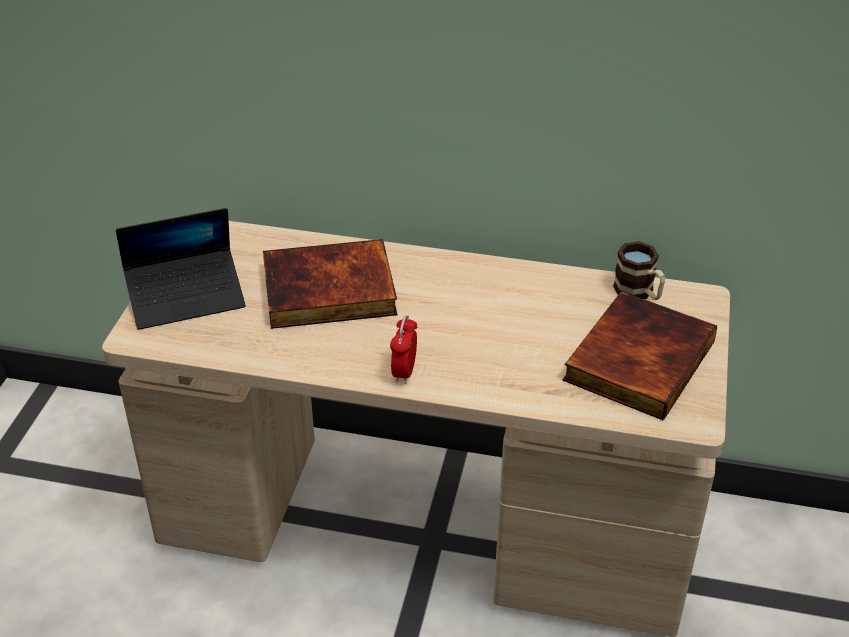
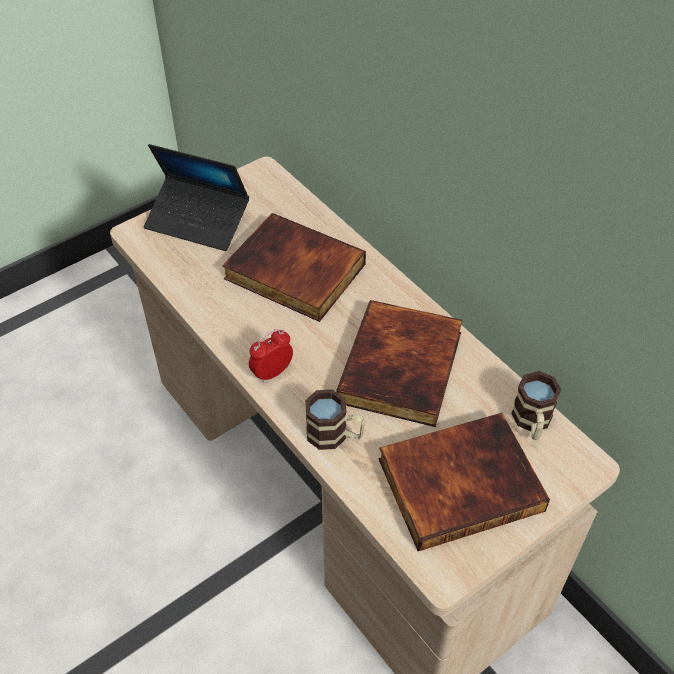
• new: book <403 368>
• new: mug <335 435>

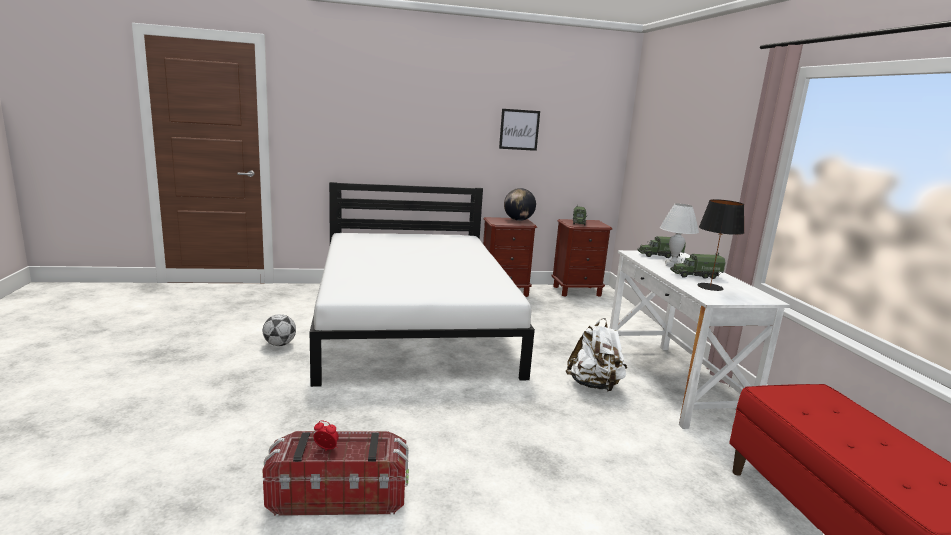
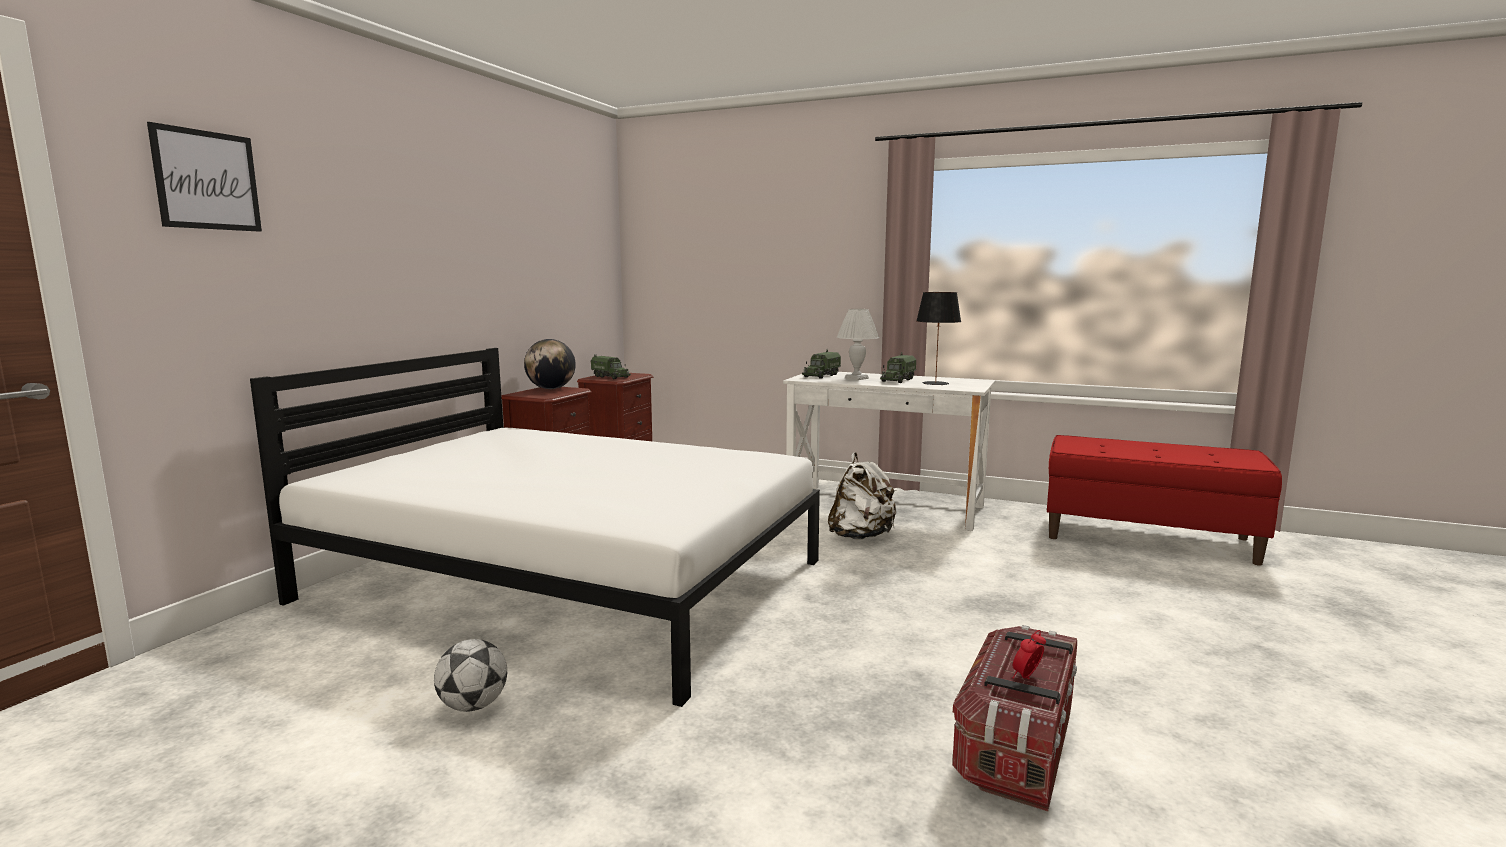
• shifted: picture <519 129> to <207 180>

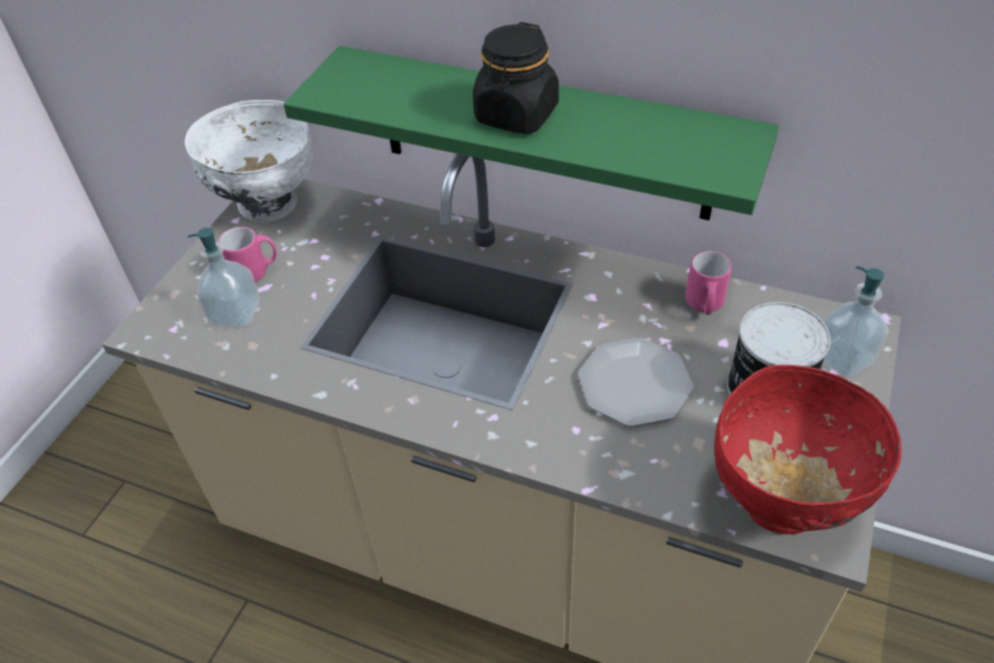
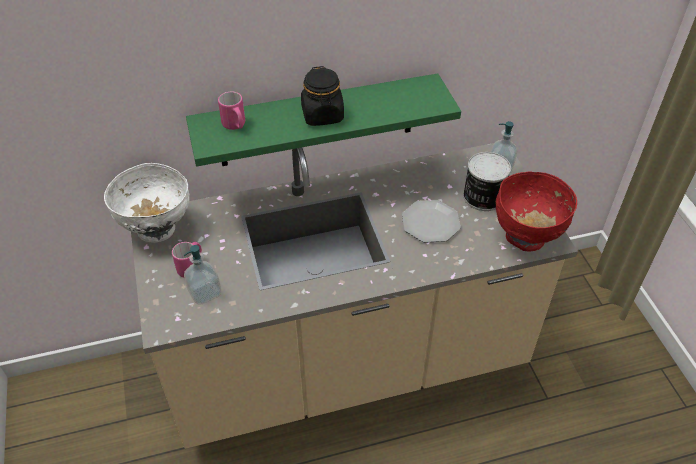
• shifted: mug in pink <705 306> to <235 126>

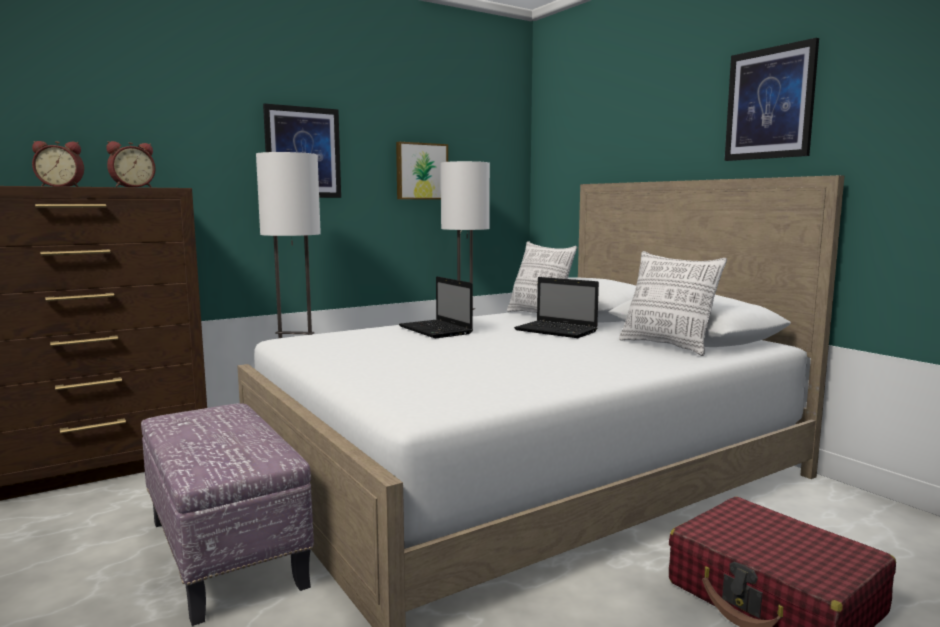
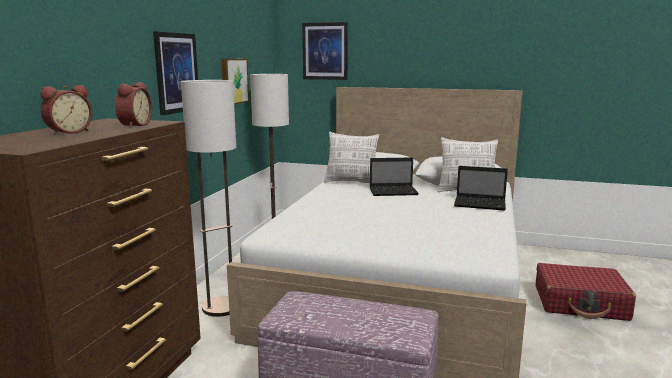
• shifted: picture <770 103> to <325 51>
• shifted: laptop <436 330> to <481 204>

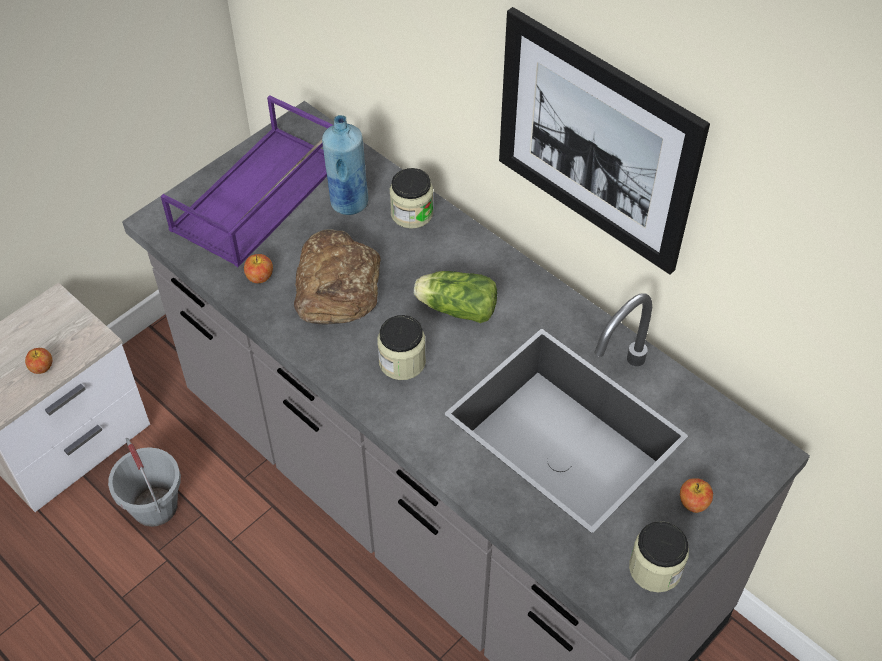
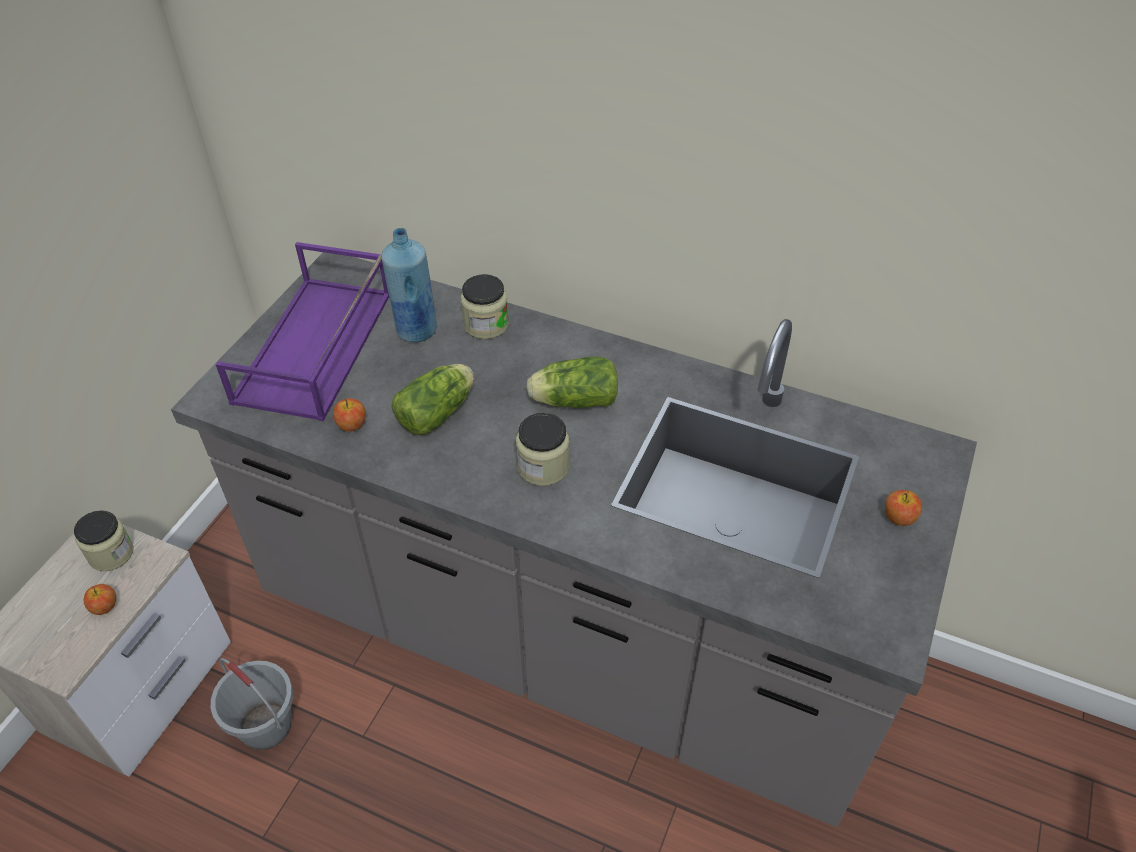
• gone: picture <595 142>
• swapped: bread <336 286> to lettuce <439 412>
• shifted: jar <655 568> to <111 553>

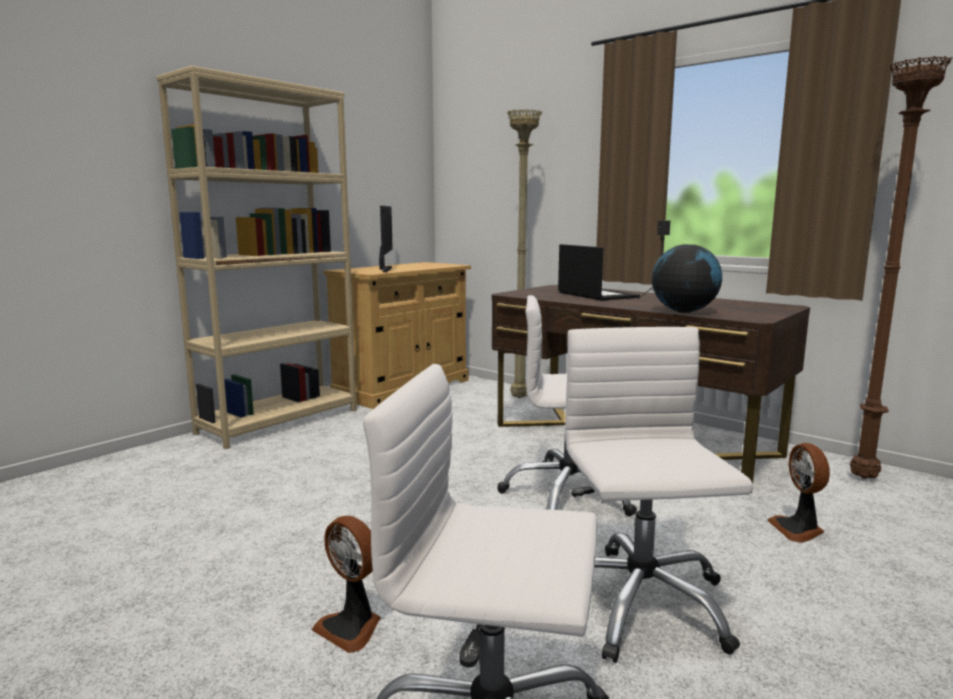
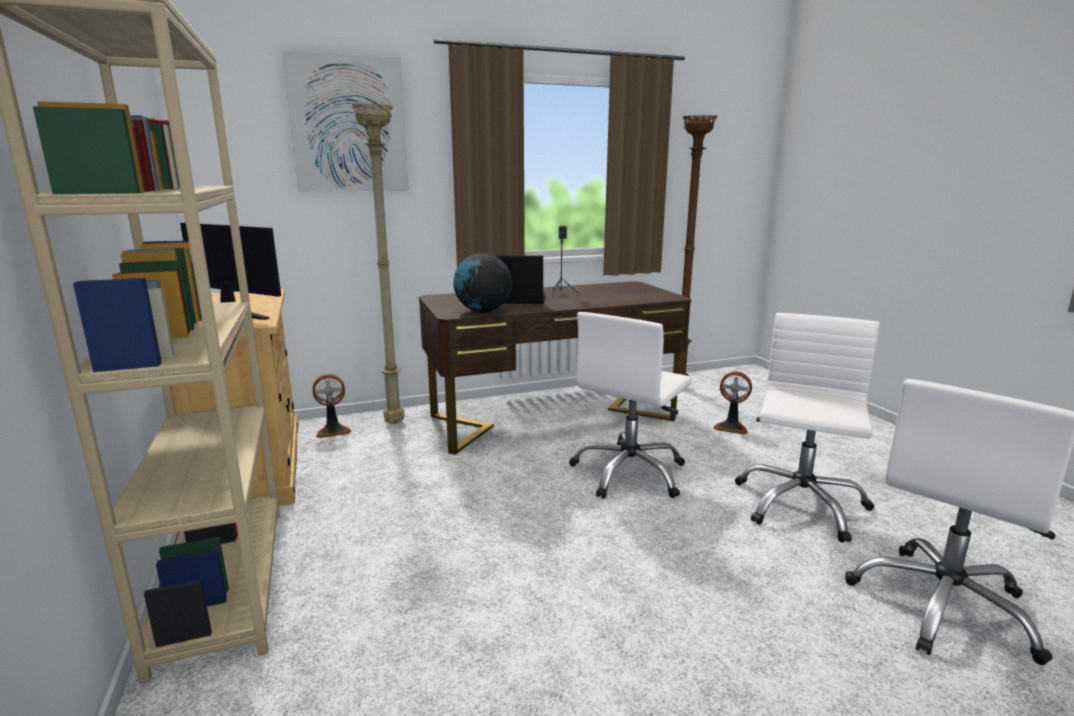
• shifted: globe <684 311> to <483 311>
• rotated: office chair in white <638 603> = <799 504> 90 degrees clockwise
• shifted: fan <351 627> to <333 430>
• new: picture <349 124>

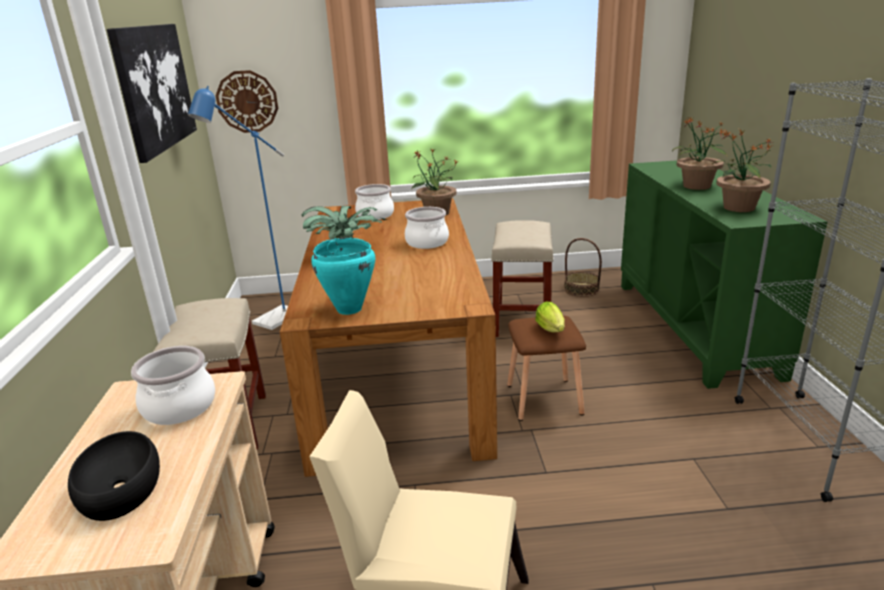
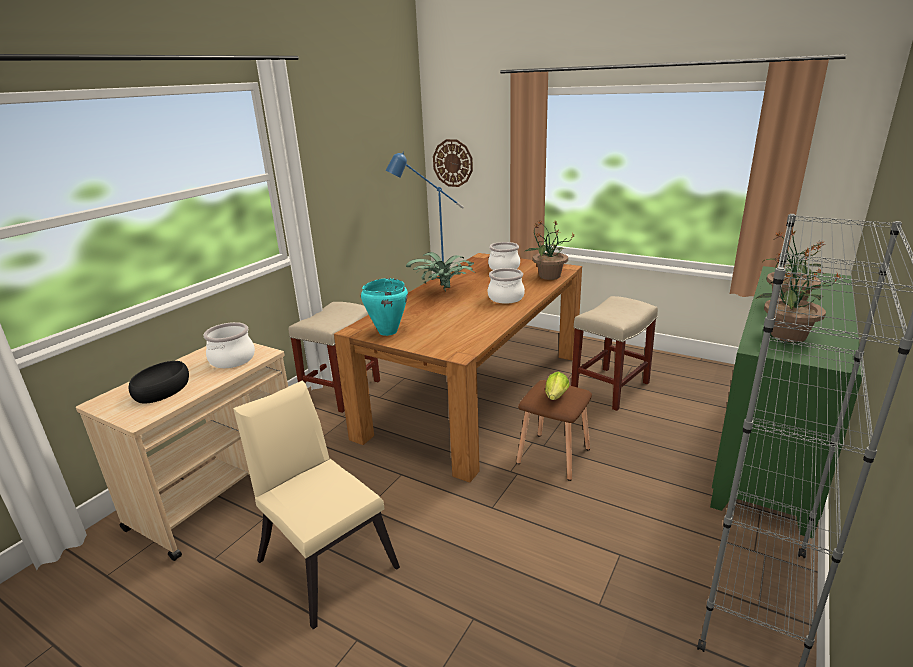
• gone: picture <155 87>
• gone: basket <581 289>

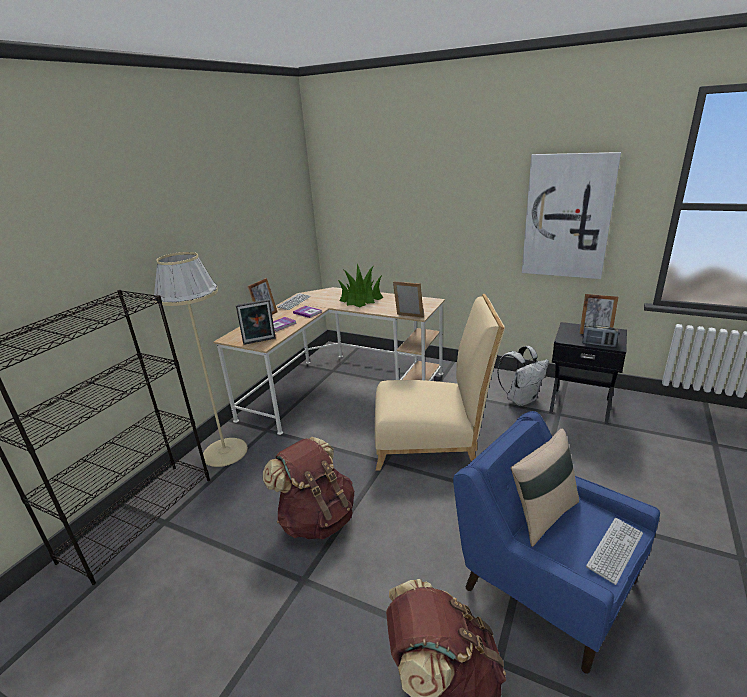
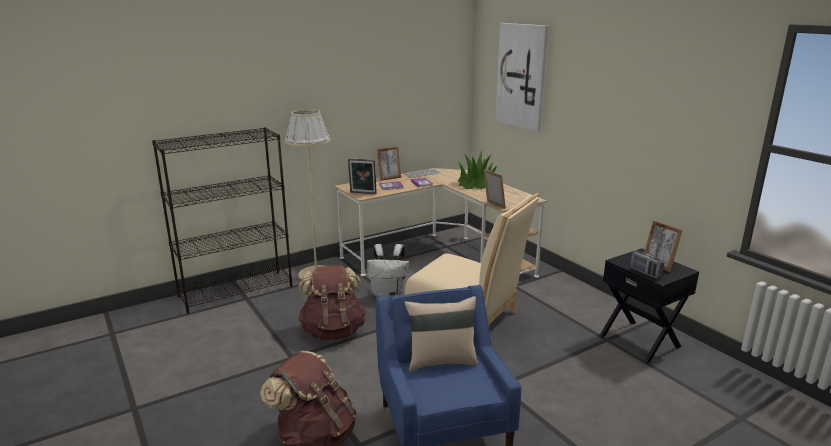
• shifted: picture <567 217> to <522 76>
• shifted: backpack in white <521 399> to <388 294>
• gone: keyboard <615 550>

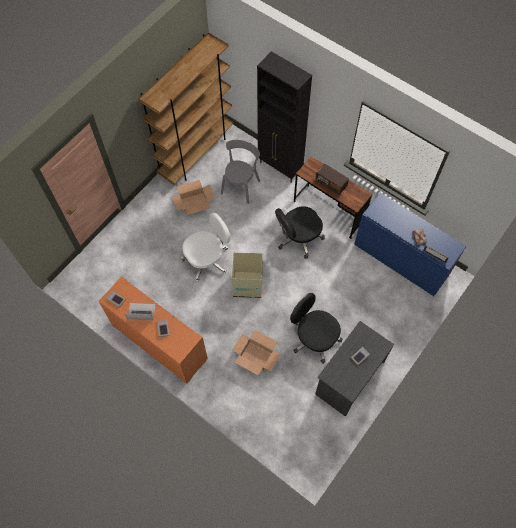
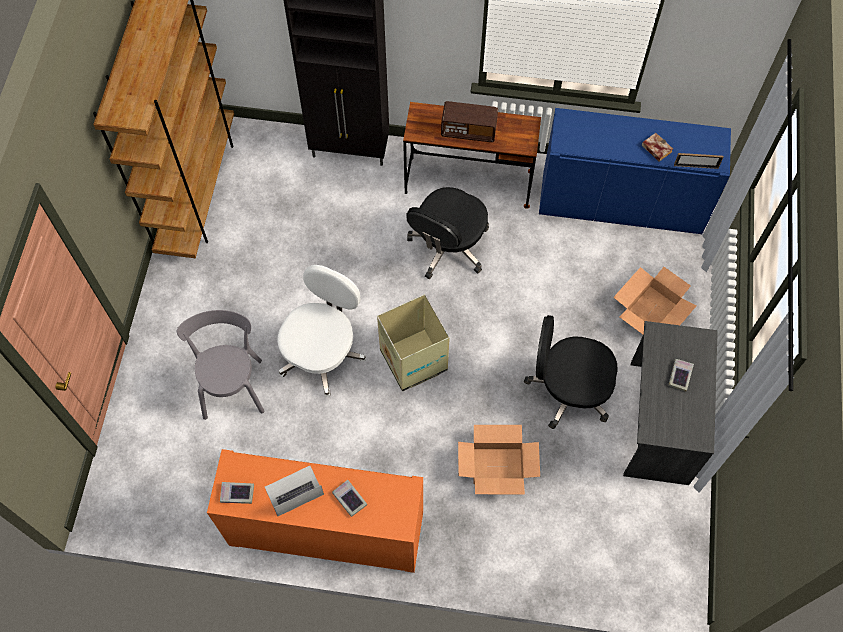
• shifted: chair in grey <241 185> to <232 385>
• shifted: cardboard box <194 203> to <650 311>

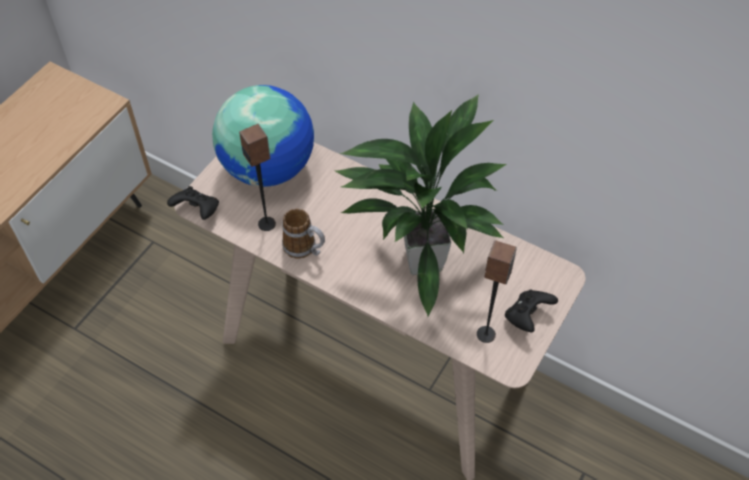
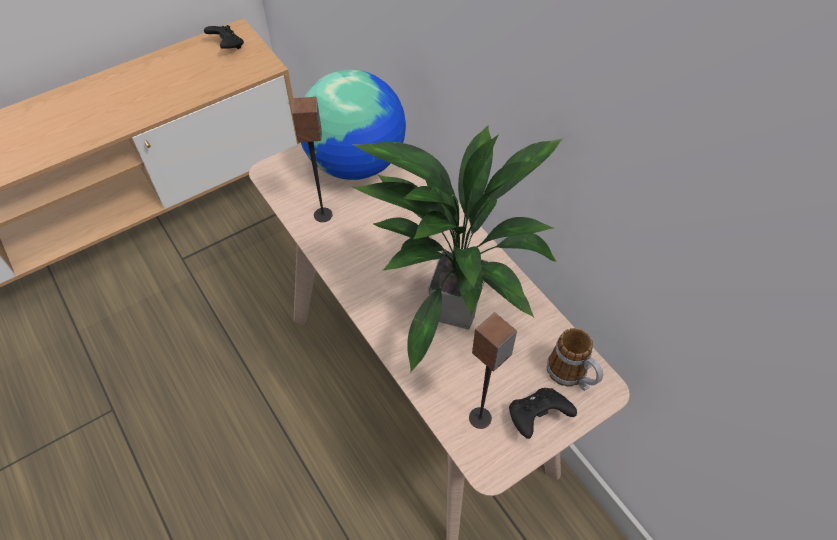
• shifted: game controller in black <197 211> to <227 46>
• shifted: mug <305 249> to <572 376>

